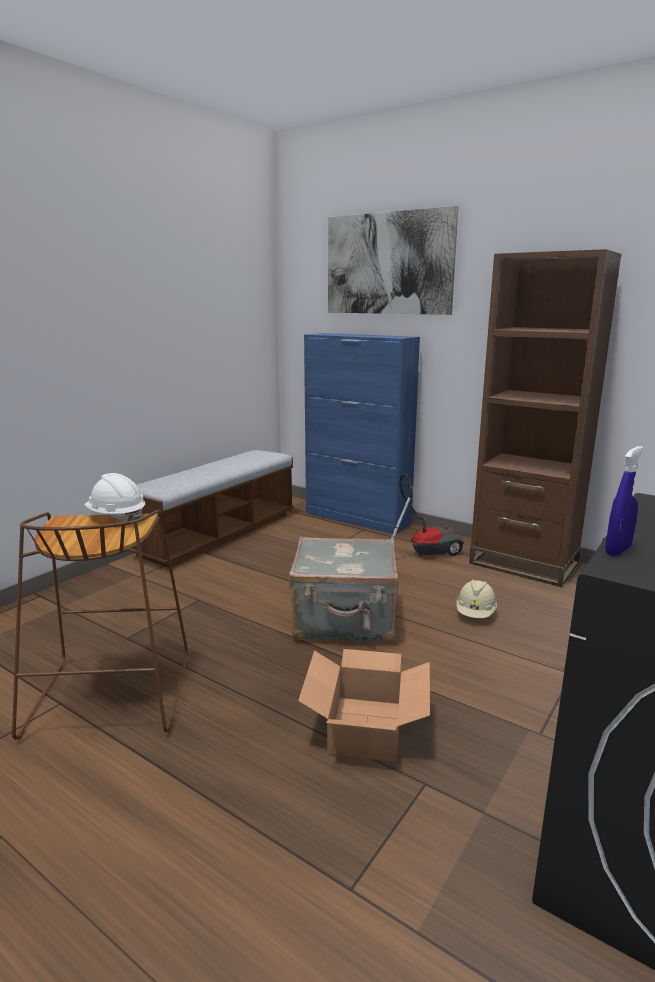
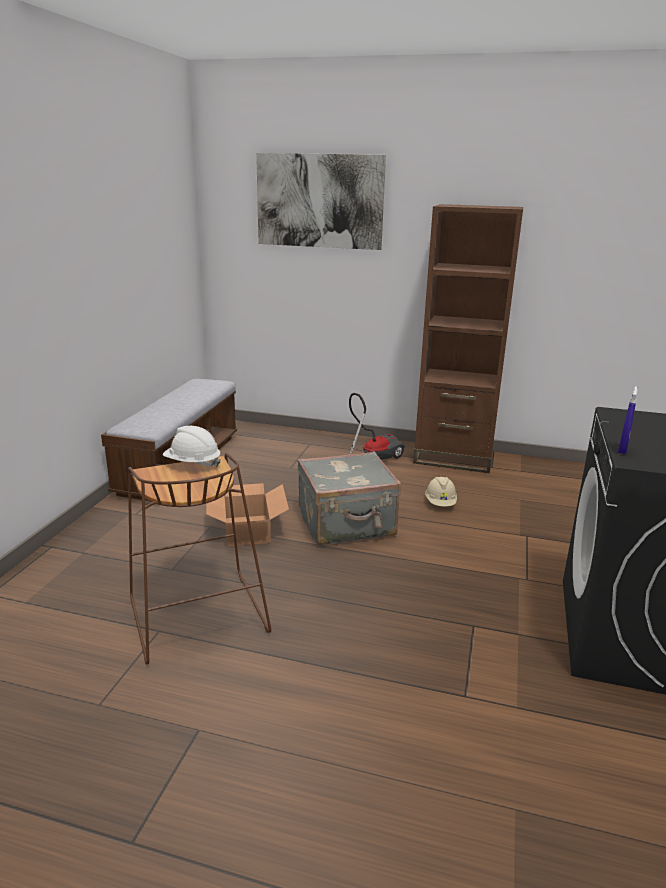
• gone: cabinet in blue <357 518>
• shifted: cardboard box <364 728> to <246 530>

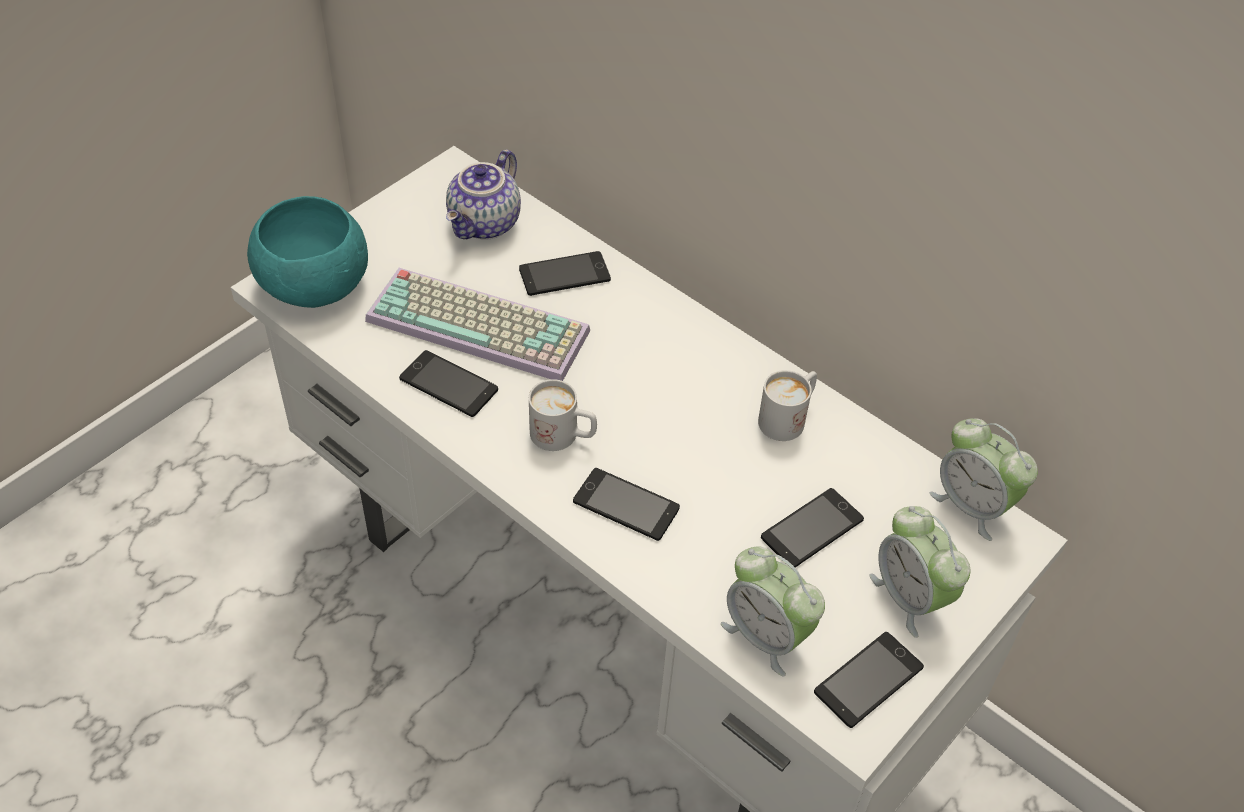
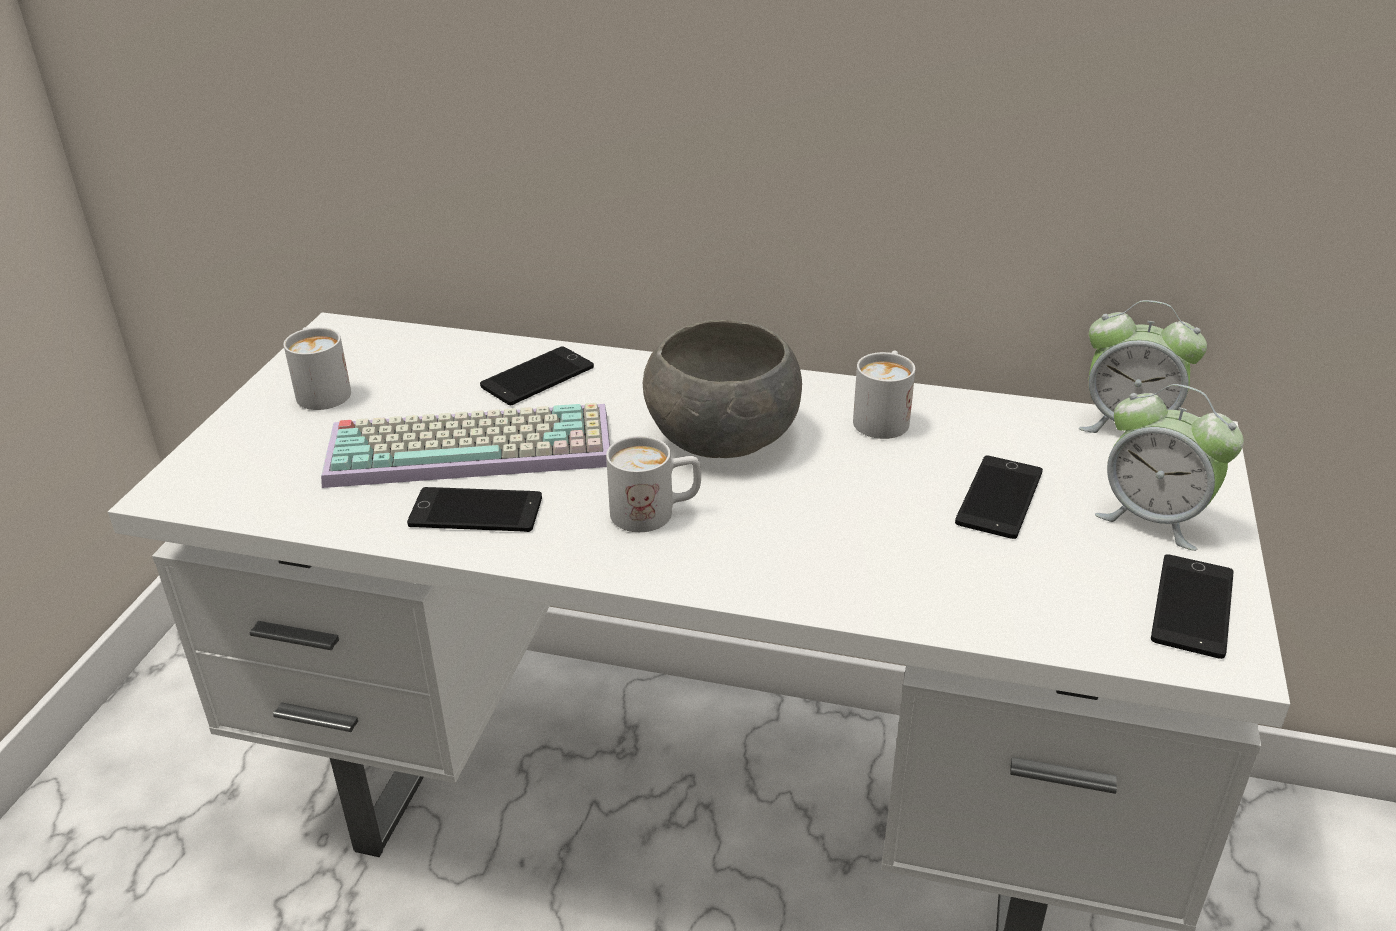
• gone: teapot <485 224>
• gone: bowl in turquoise <315 283>
• gone: phone <626 505>
• gone: alarm clock <766 635>
• new: bowl in grey <723 436>
• new: mug in white <321 390>

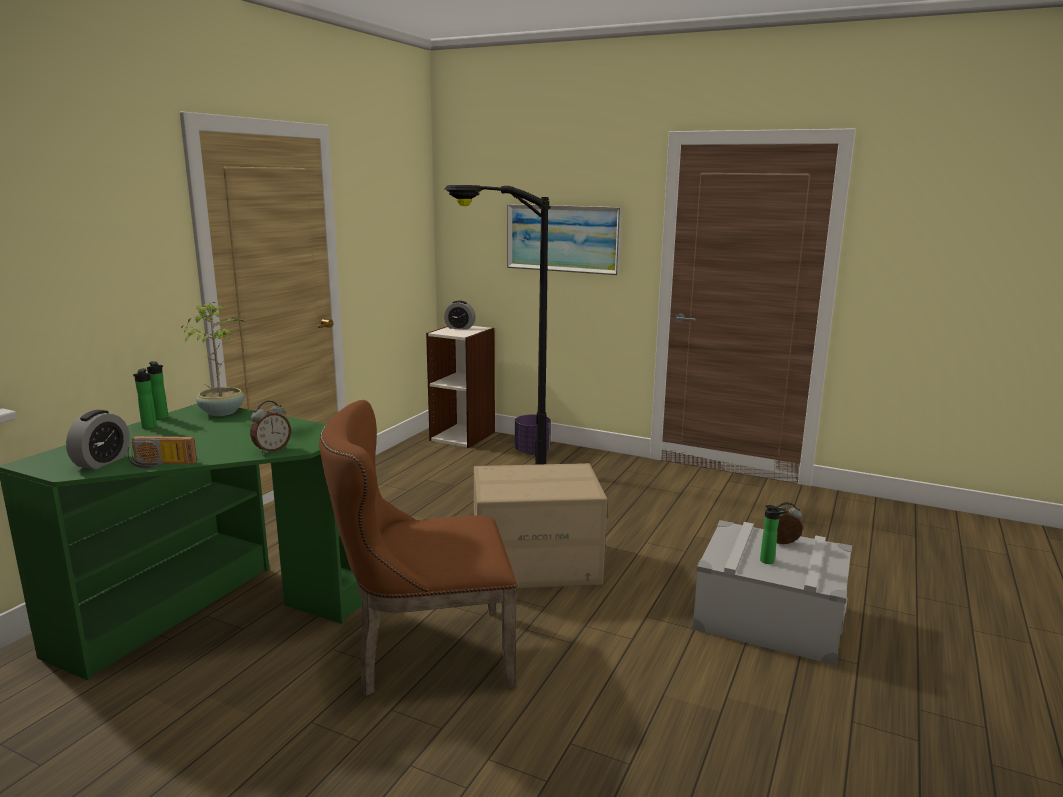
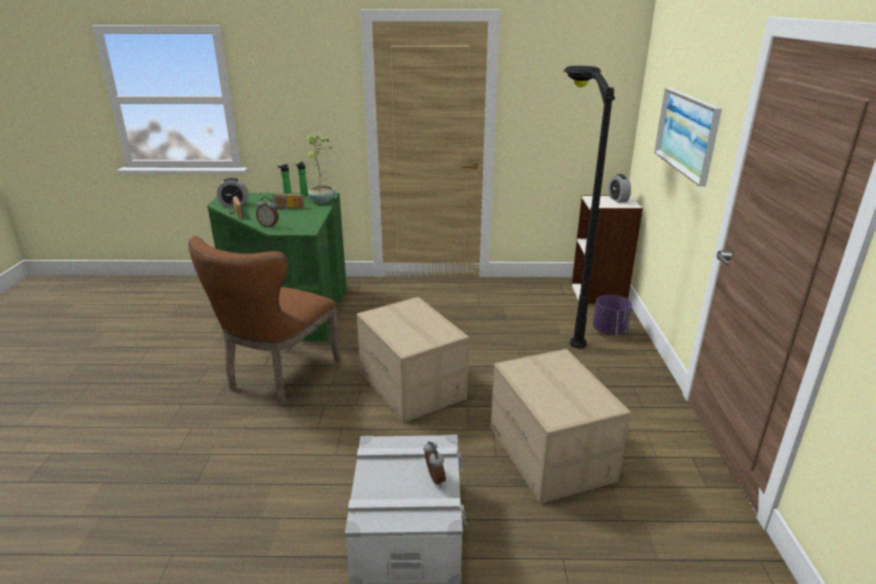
• rotated: chair in brown <423 655> = <278 377> 120 degrees counterclockwise
• gone: bottle <769 561>
• new: radio <286 208>
• new: cardboard box <551 454>

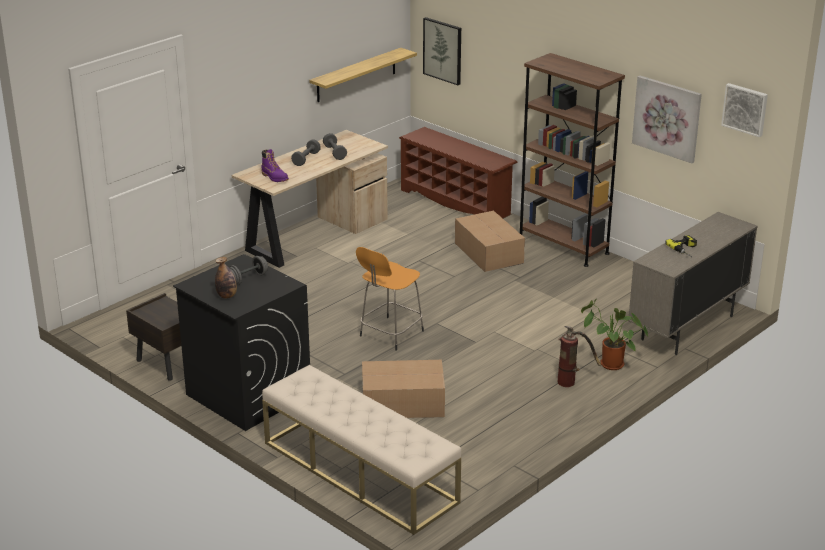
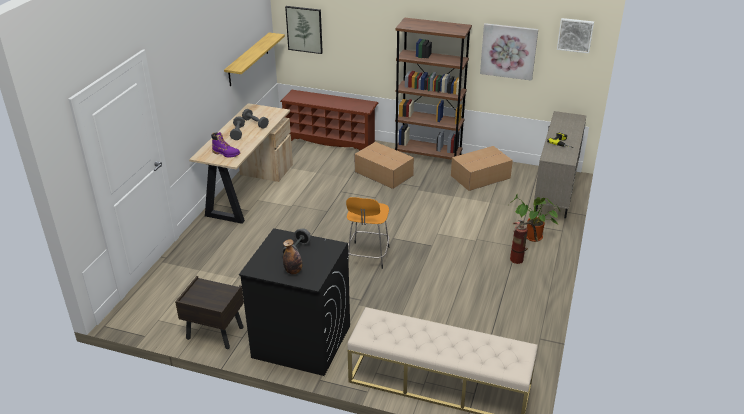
• shifted: cardboard box <401 402> to <479 177>

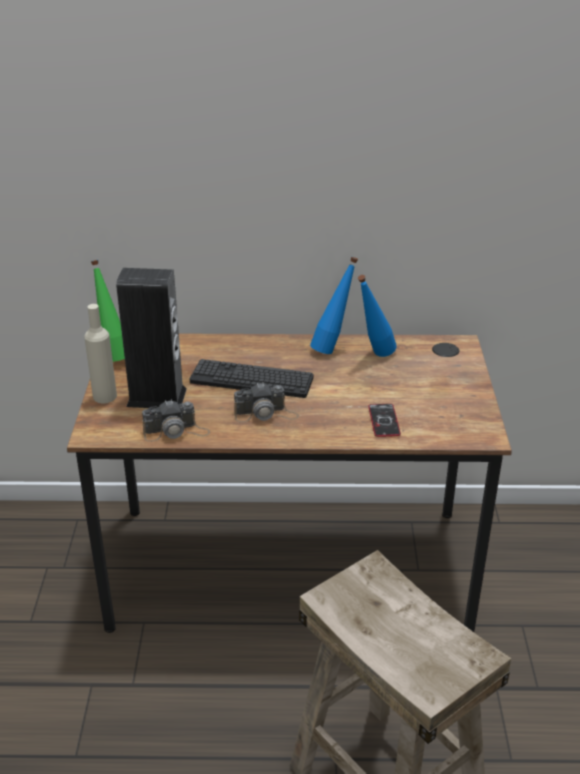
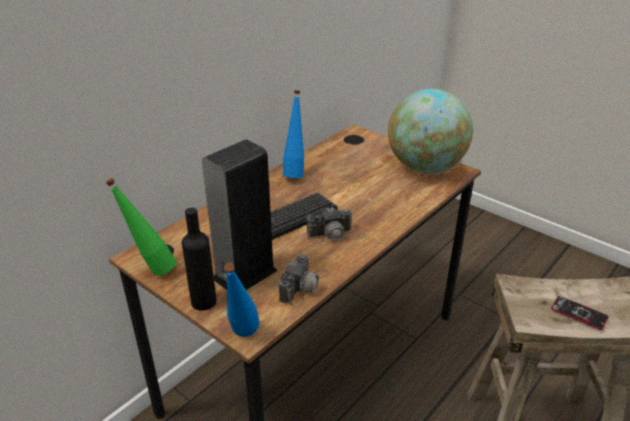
• shifted: bottle in blue <374 356> to <243 339>
• repainted: bottle in beige <105 396> to bottle in black <203 301>
• rotated: photo camera <265 414> = <335 235> 45 degrees clockwise
• shifted: phone <384 421> to <579 313>
• new: globe <425 167>

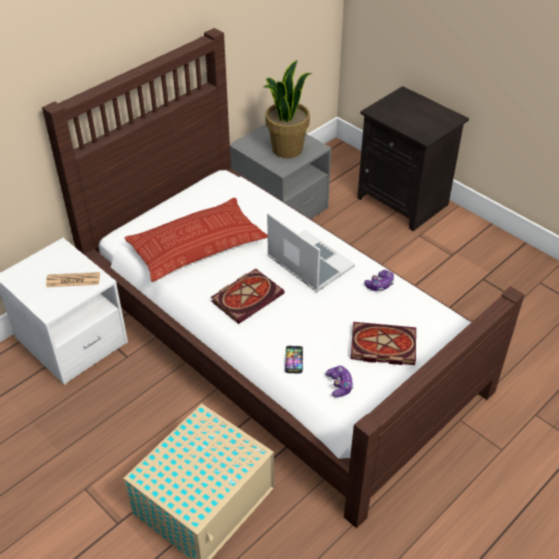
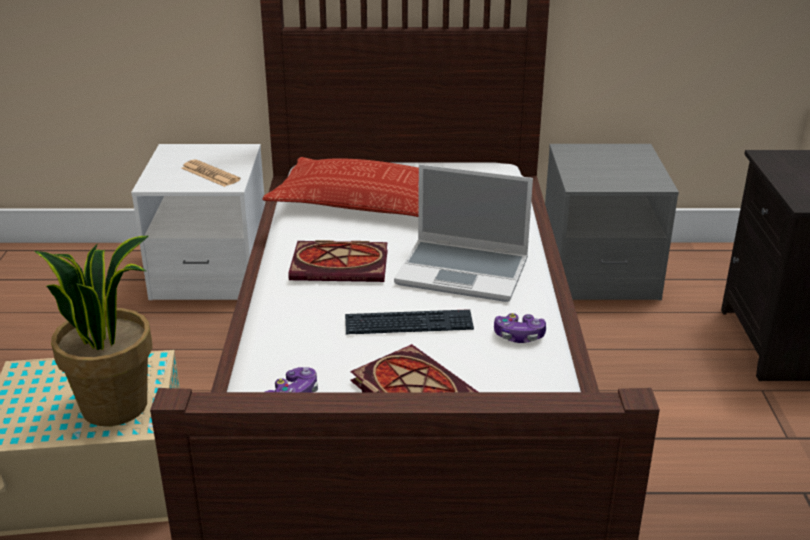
• shifted: potted plant <286 149> to <115 405>
• rotated: laptop <308 262> = <464 272> 105 degrees clockwise
• gone: phone <294 360>
• new: keyboard <409 325>

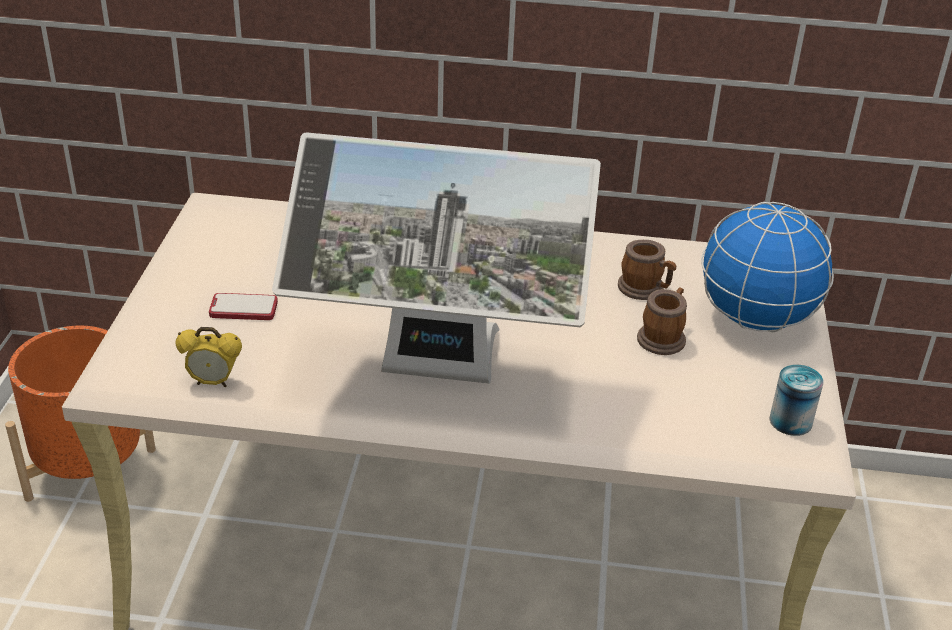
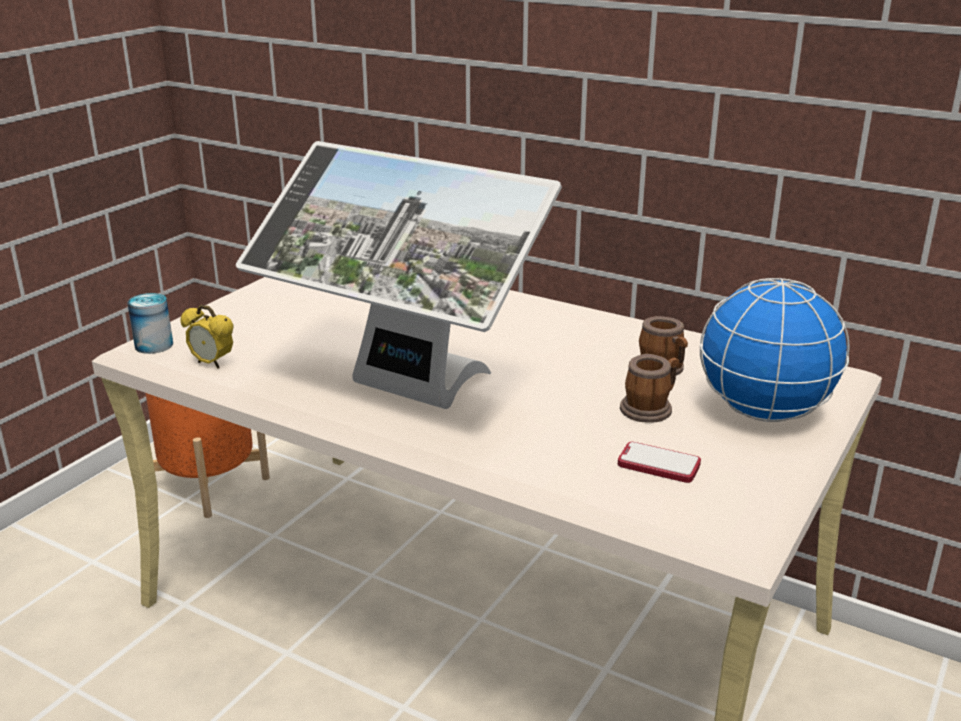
• shifted: phone <243 308> to <658 464>
• shifted: can <790 421> to <154 345>

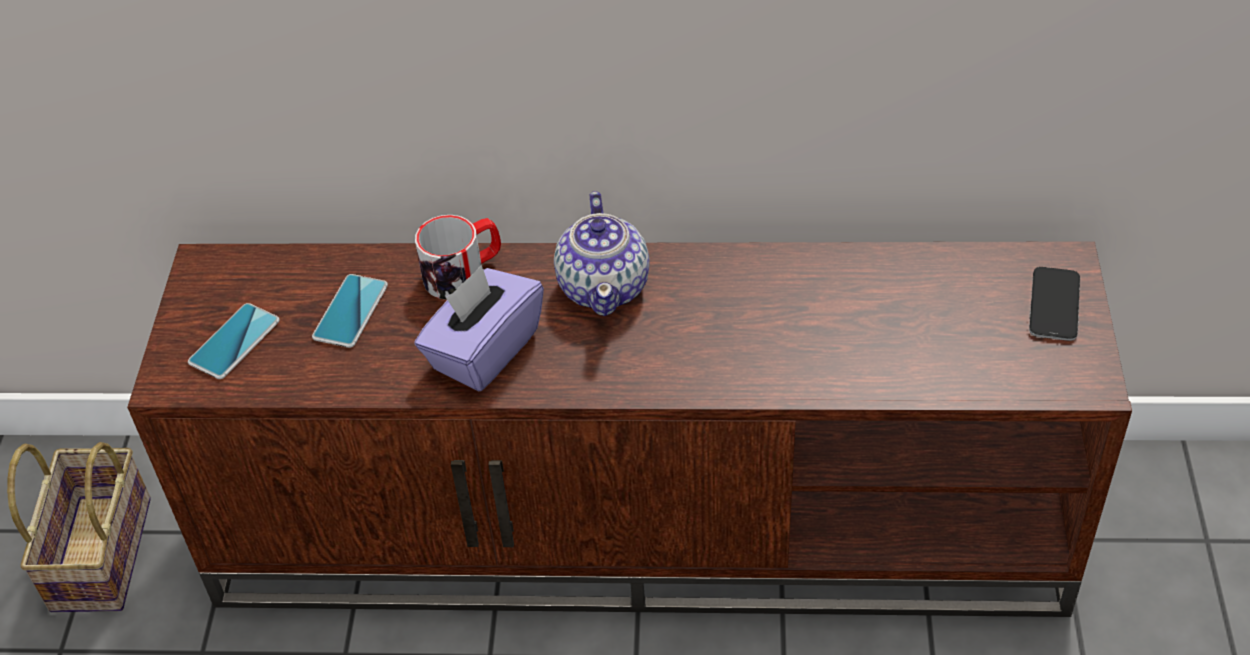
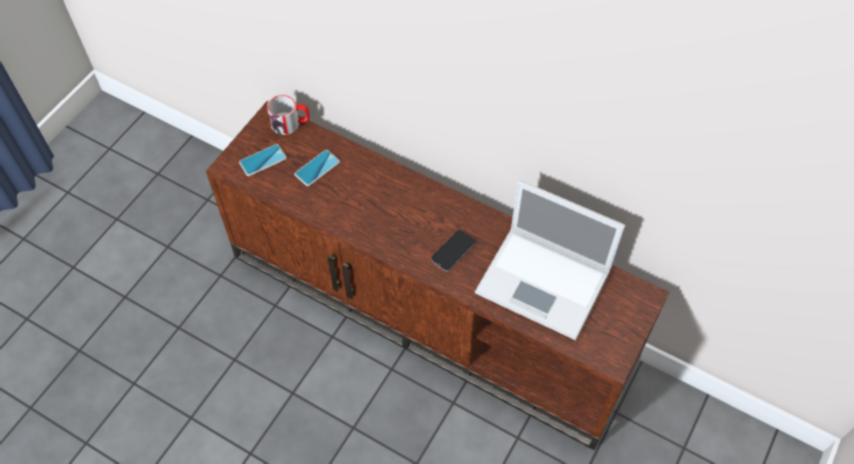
• gone: teapot <604 286>
• shifted: mug <464 273> to <290 123>
• gone: tissue box in purple <484 350>
• shifted: phone <1054 305> to <453 251>
• gone: basket <99 551>
• new: laptop <545 283>

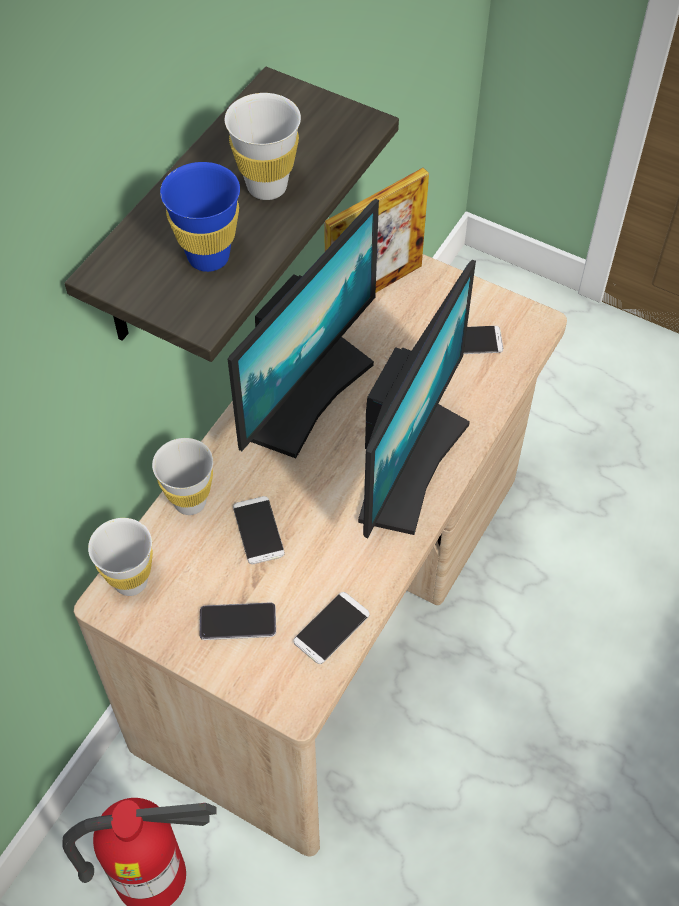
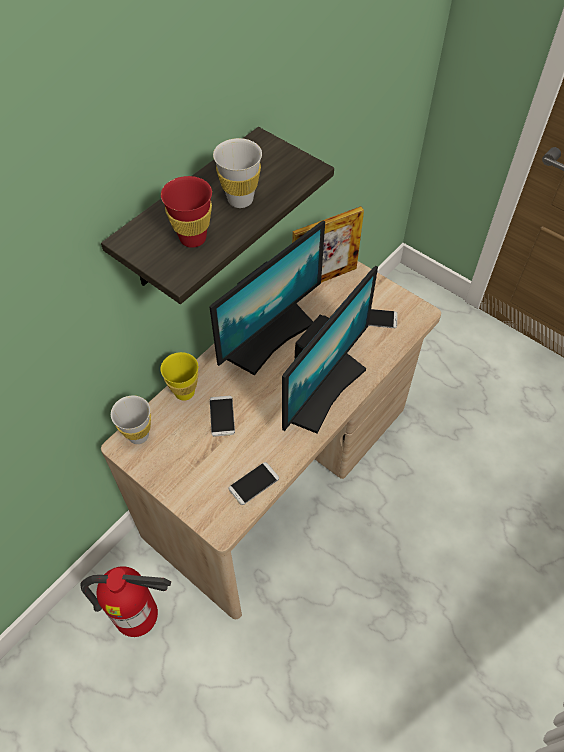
• repainted: cup in blue <208 257> to cup in red <193 238>
• repainted: cup in white <190 502> to cup in yellow <184 392>
• gone: phone <238 622>

